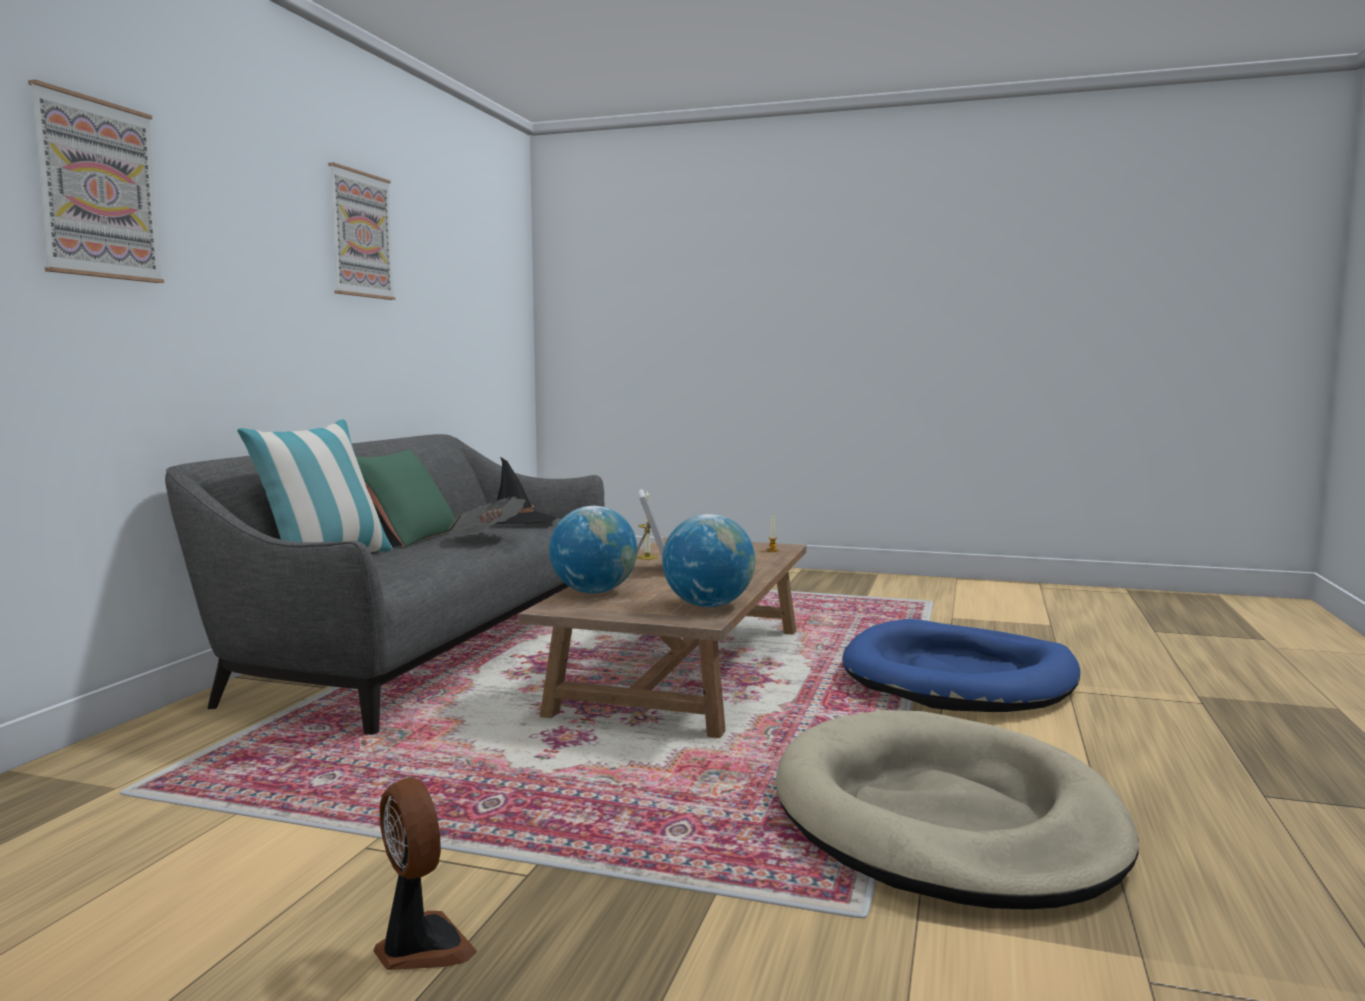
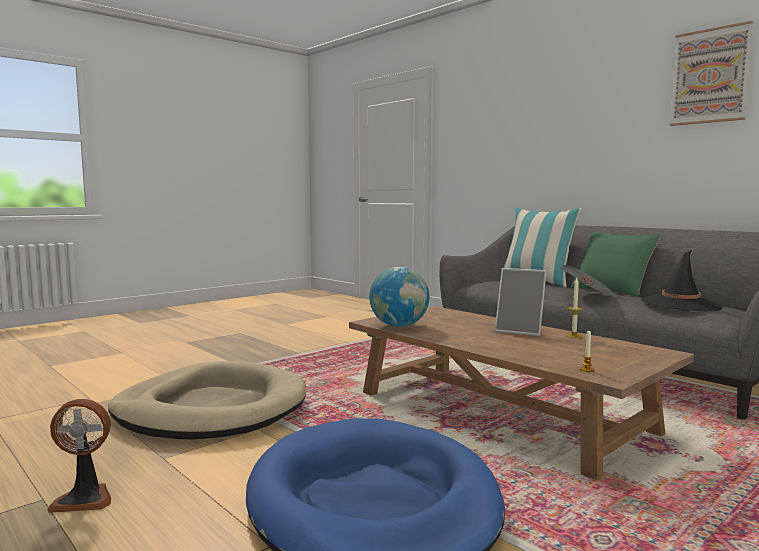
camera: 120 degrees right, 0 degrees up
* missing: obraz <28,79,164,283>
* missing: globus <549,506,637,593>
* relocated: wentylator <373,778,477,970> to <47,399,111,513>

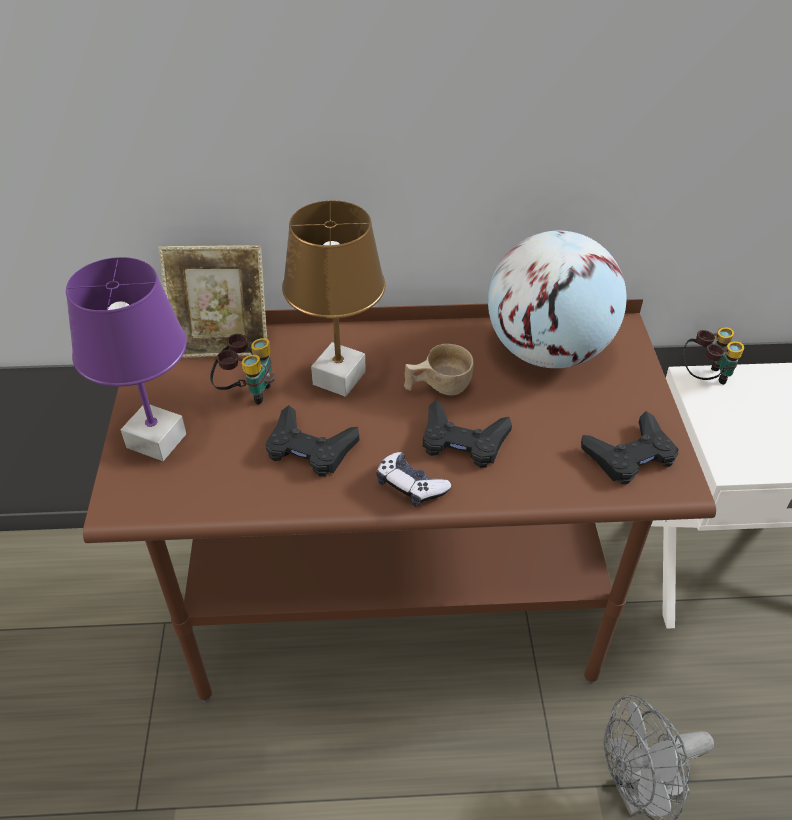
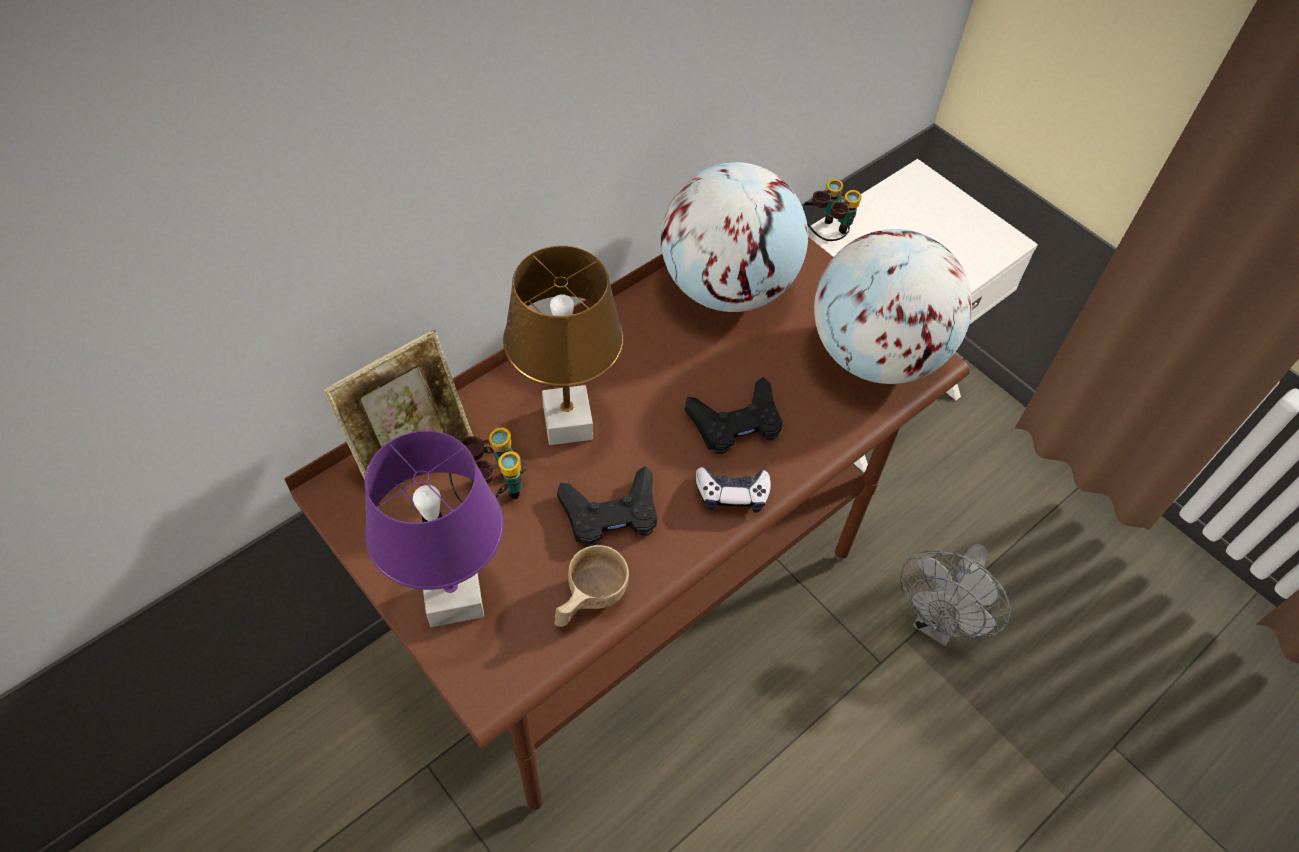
camera: 40 degrees left, 10 degrees up
* relocated: filiżanka [beżowy] <404,344,474,395> to <554,545,629,627>
* exchanged: pad do gier [czarny] <581,411,679,484> to globus <814,229,972,384>

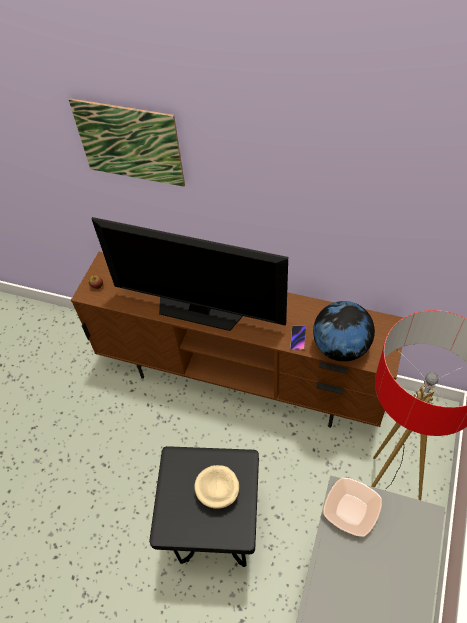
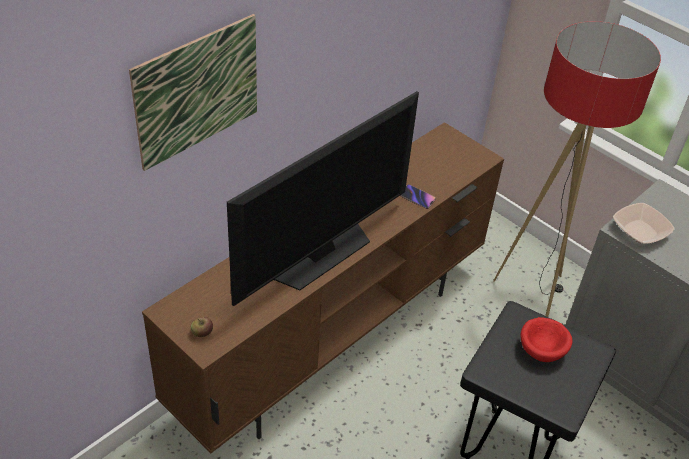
camera: 70 degrees left, 10 degrees down
* missing: globus <313,301,375,362>
* colour: miska [beżowy] <194,465,239,509> to miska [czerwony] <520,317,572,362>

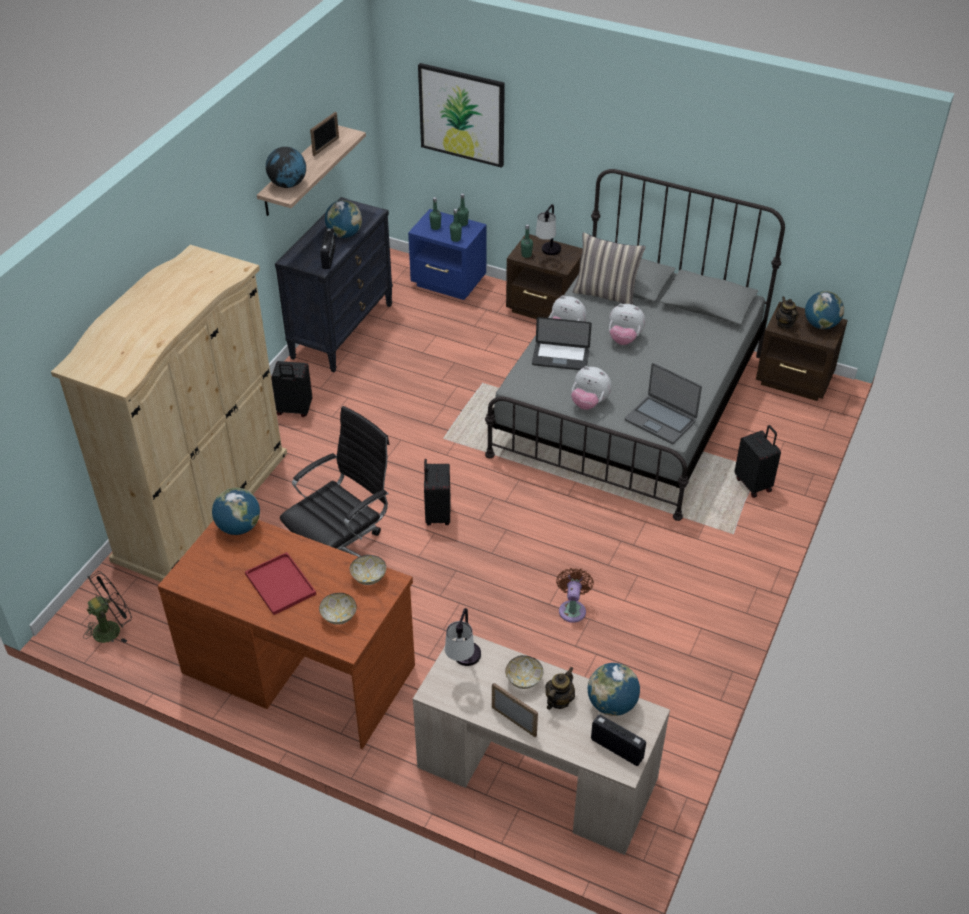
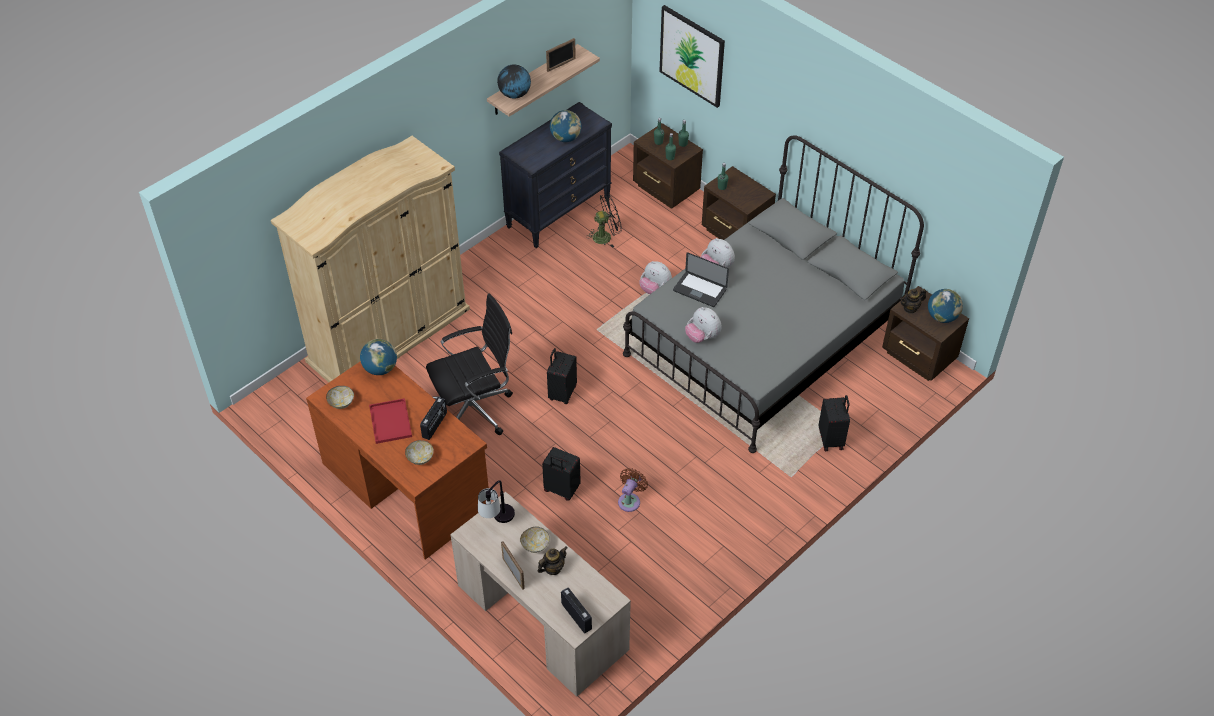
camera: 20 degrees right, 5 degrees up
* missing: lampa stołowa <536,204,561,255>
* missing: poduszka <573,232,646,305>
* missing: globus <588,663,640,716>
* missing: laptop <625,363,702,444>
* relocated: wentylator [czarny] <83,571,132,643> to <587,194,622,248>
* relocated: walizka [czarny] <271,361,312,417> to <542,447,581,501>
* relocated: radio <320,228,336,269> to <420,397,447,440>
* relocated: miska <350,555,386,585> to <326,386,354,409>
* relocated: pluszak <609,304,645,345> to <639,261,672,294>
* colour: szafka nocna [niebieski] <408,209,486,300> to szafka nocna [brązowy] <633,123,703,209>
* spun: imbryk <775,297,799,329> = <900,289,926,313> 120 degrees counterclockwise

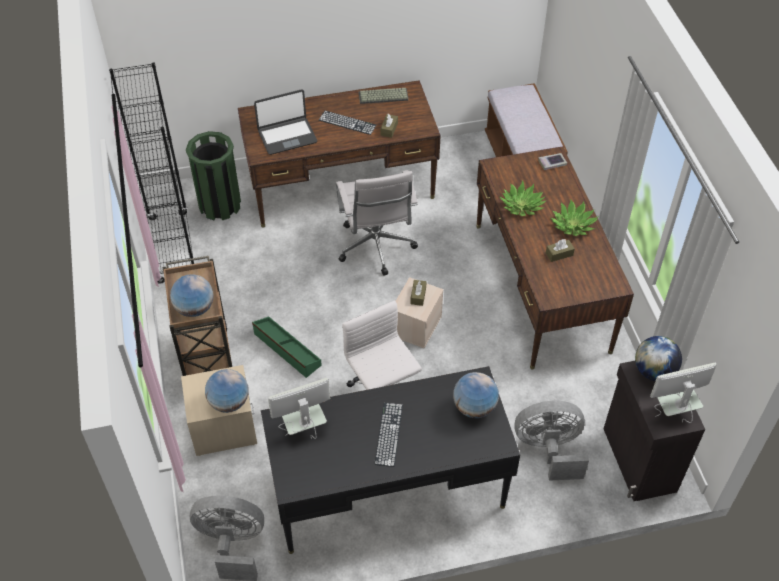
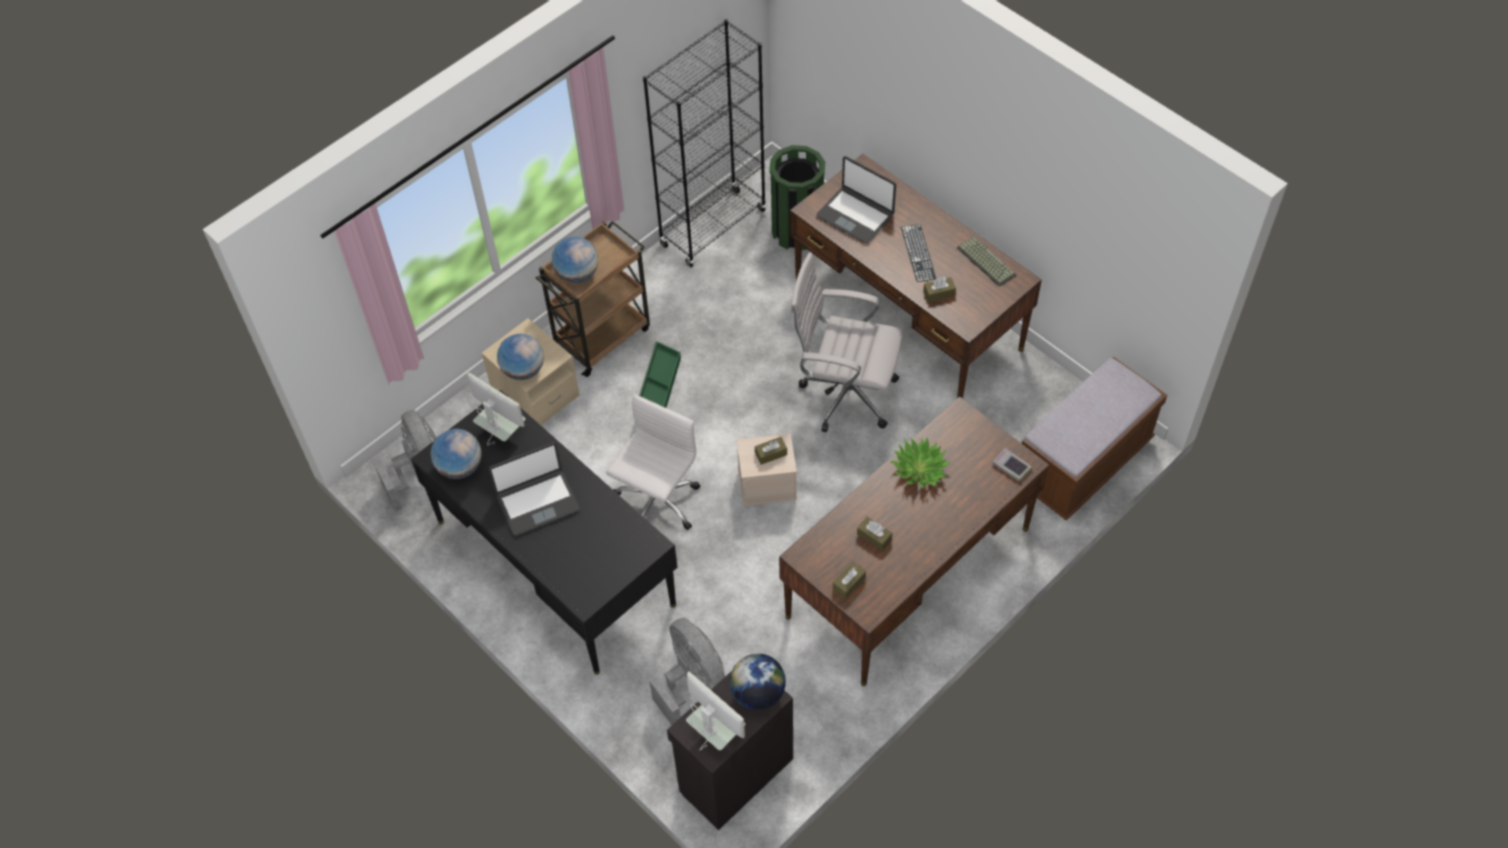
camera: 60 degrees right, 5 degrees up
* missing: roślina doniczkowa <551,200,599,236>
* appeared: pudełko chusteczek [brązowy] <833,562,866,599>
* relocated: globus <453,372,499,418> to <431,429,482,479>
* exchanged: klawiatura <374,403,403,467> to laptop <489,442,580,536>
* spun: krzesło biurowe [biały] <336,170,418,276> = <790,252,903,432> 60 degrees clockwise

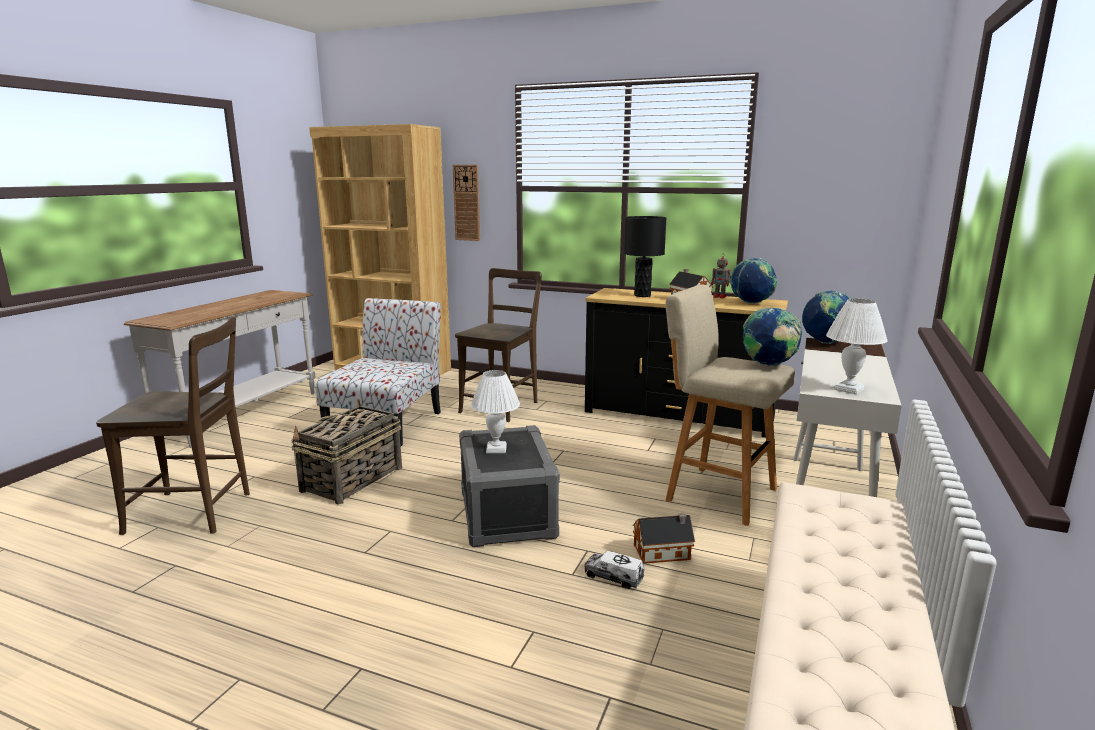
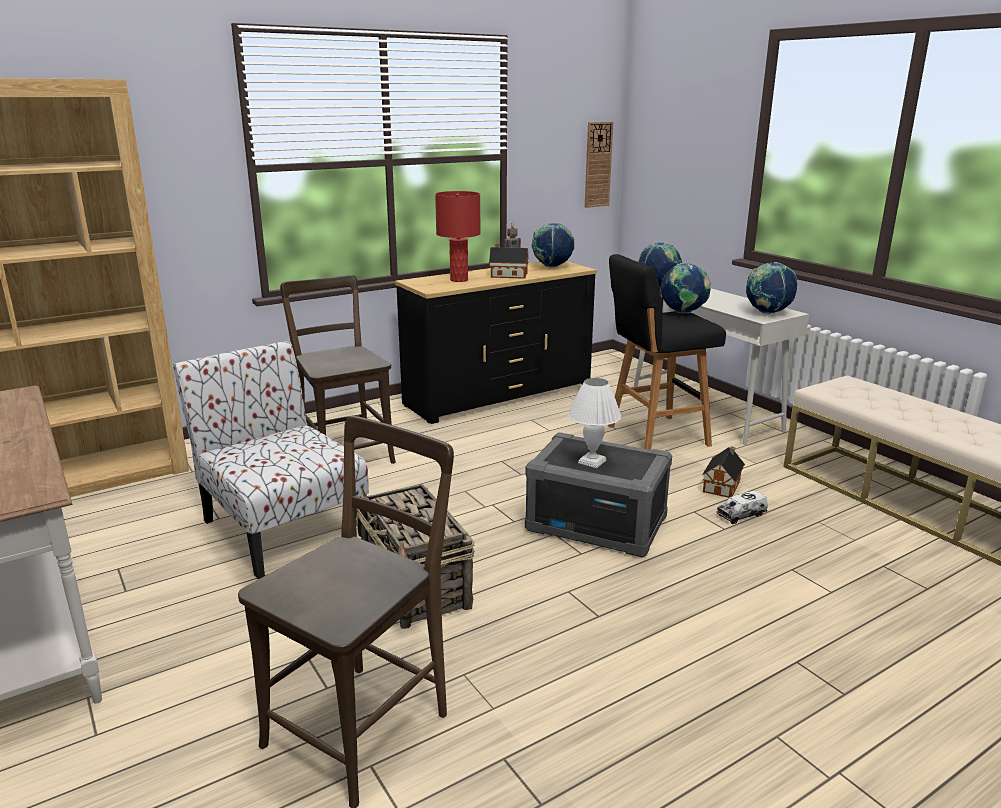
camera: 55 degrees left, 5 degrees up
* relocated: zegar ścienny <452,165,480,241> to <585,122,614,208>
* exchanged: lampa stołowa [biały] <826,299,887,395> to globus <746,262,797,314>
* colour: lampa stołowa [czarny] <624,216,666,297> to lampa stołowa [czerwony] <435,191,481,282>
* colour: stołek [beżowy] <665,284,795,526> to stołek [czarny] <608,254,726,450>

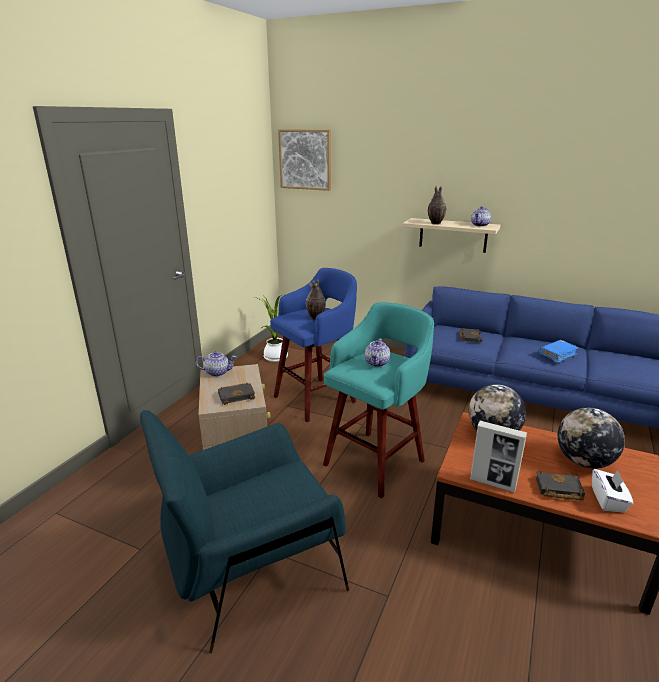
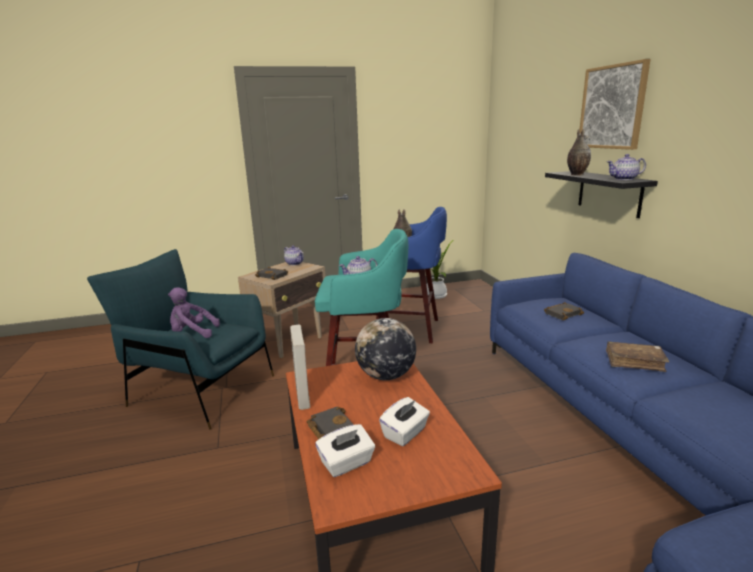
camera: 50 degrees right, 5 degrees down
* appeared: pluszak [fioletowy] <168,287,220,338>
* relocated: obraz <278,130,331,191> to <579,59,651,150>
* exchanged: globus <558,408,625,469> to pudełko chusteczek [biały] <379,397,430,446>
* colour: półka [beżowy] <403,218,501,253> to półka [czarny] <545,171,658,218>
* colour: książka [niebieski] <539,340,579,363> to książka [brązowy] <606,341,669,372>

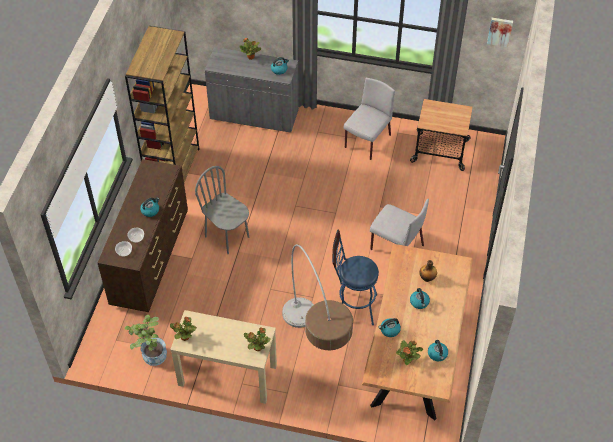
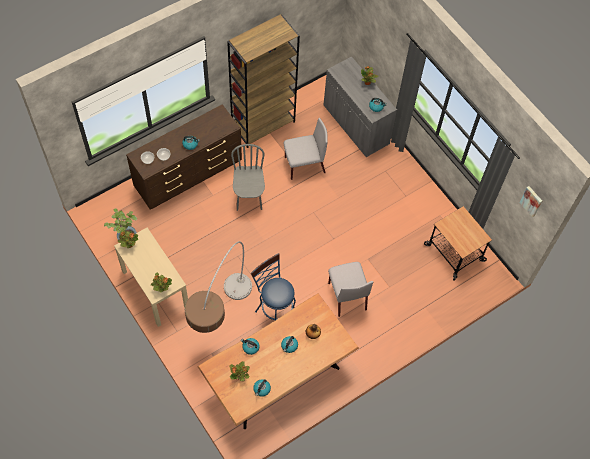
camera: 40 degrees right, 10 degrees up
* relocated: krzesło [szary] <343,78,395,160> to <283,118,328,180>

